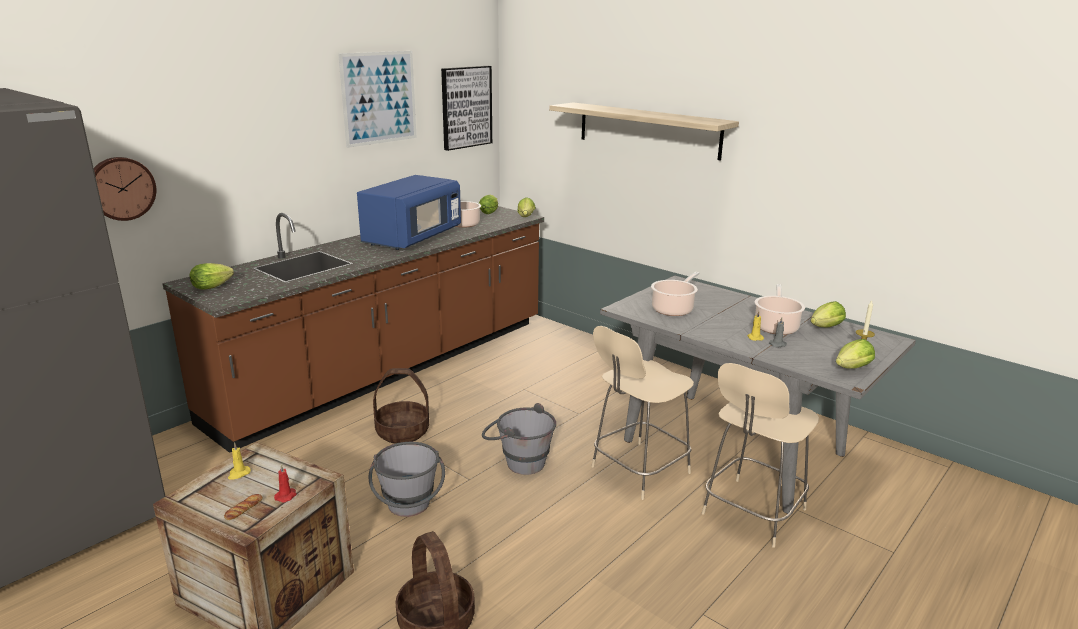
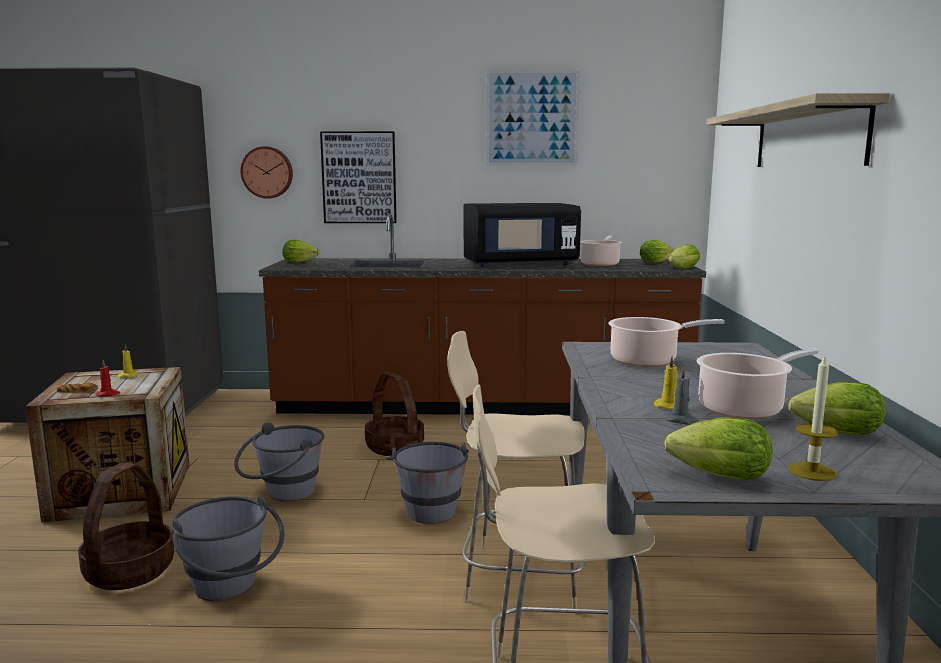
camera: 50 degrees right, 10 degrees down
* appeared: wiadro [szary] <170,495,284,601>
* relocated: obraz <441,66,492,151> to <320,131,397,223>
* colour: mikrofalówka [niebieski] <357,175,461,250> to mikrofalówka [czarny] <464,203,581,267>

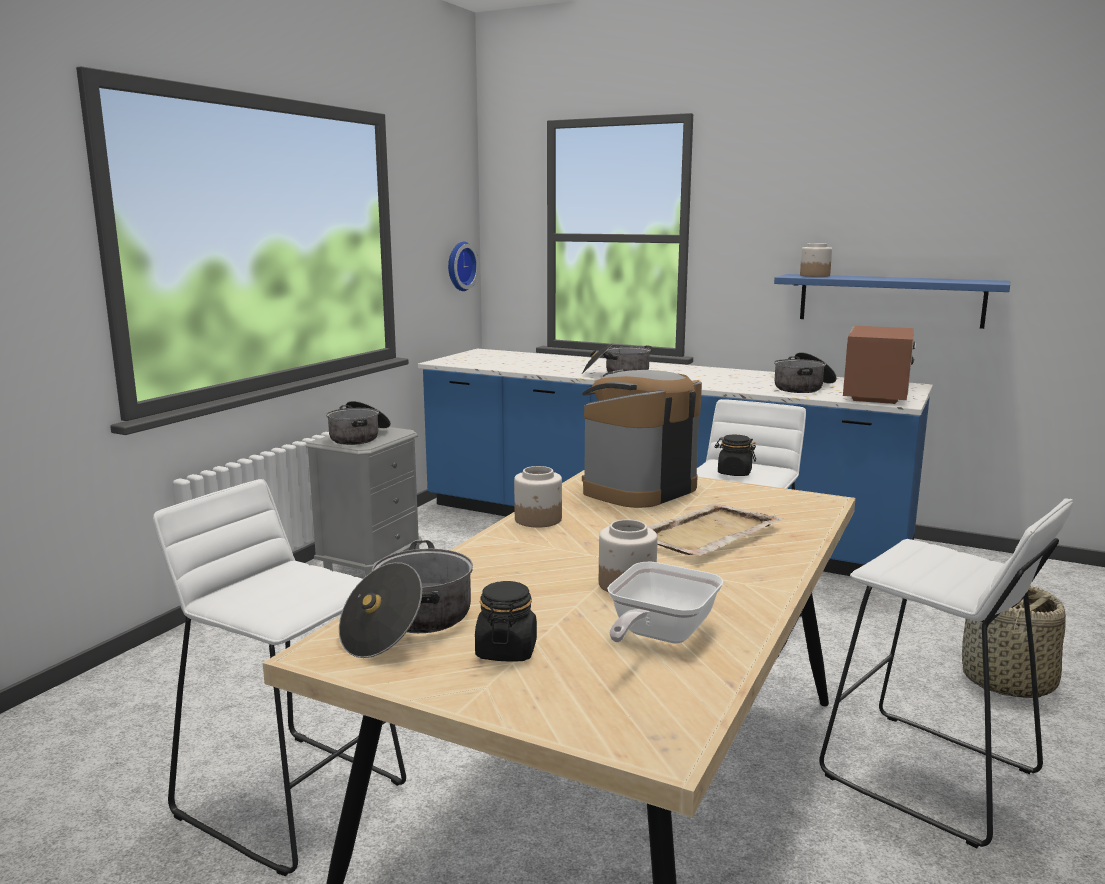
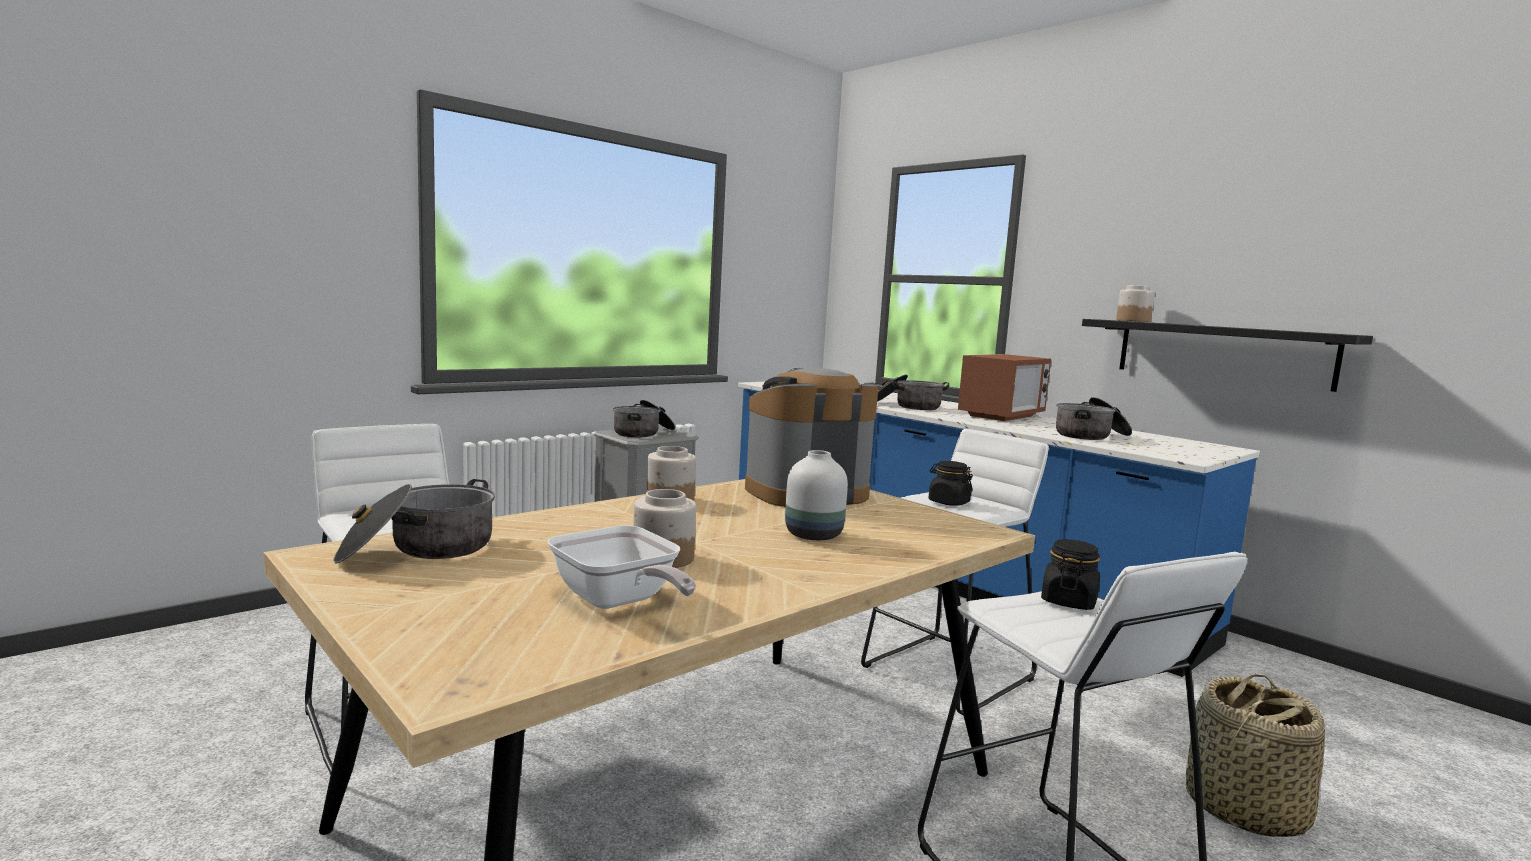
camera: 20 degrees right, 5 degrees down
* missing: zegar ścienny <448,242,479,291>
* relocated: słoik [czarny] <475,581,537,662> to <1041,539,1100,610>
* relocated: mikrofalówka <843,326,916,404> to <958,354,1051,421>
* exchanged: taca [beżowy] <648,503,784,556> to wazon [biały] <785,450,848,540>
* colour: półka [niebieski] <774,274,1010,329> to półka [czarny] <1082,319,1373,392>
* spun: patelnia <607,562,723,644> = <547,525,696,609> 90 degrees counterclockwise

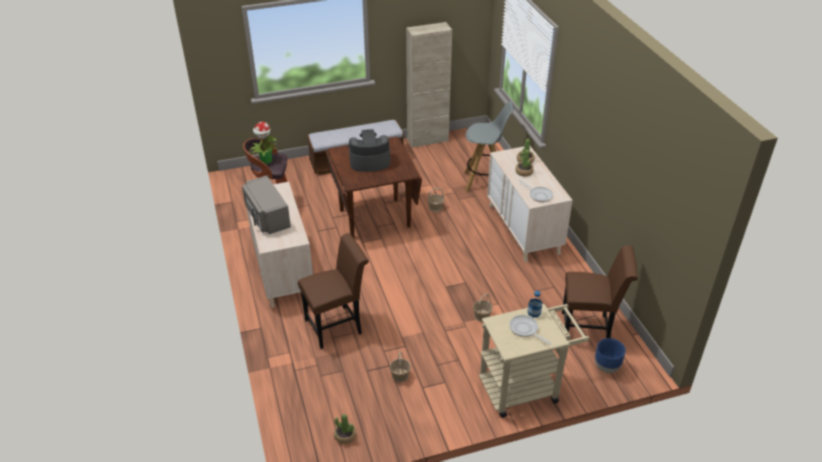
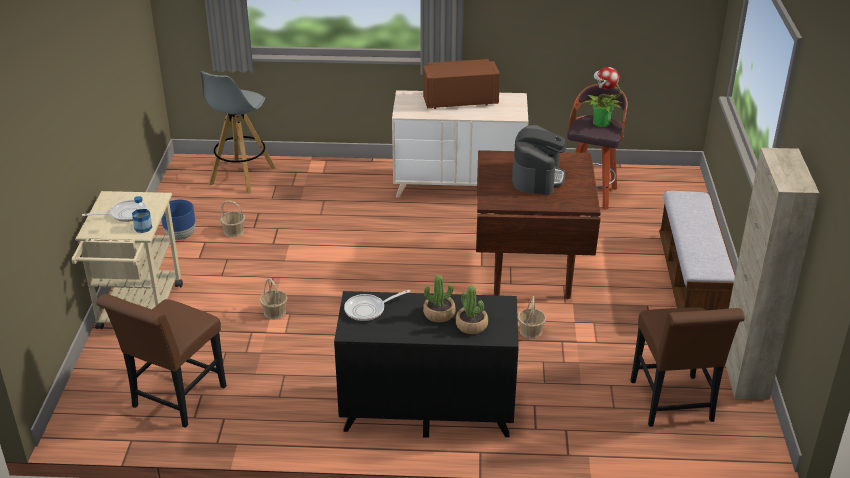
camera: 110 degrees right, 5 degrees down
* missing: roślina doniczkowa <334,414,356,444>
* relocated: krzesło [brązowy] <298,233,369,349> to <630,307,745,427>
* relocated: stołek [szary] <464,101,514,192> to <200,71,276,194>
* relocated: donica [niebieski] <595,338,626,373> to <161,199,196,240>
* colour: mikrofalówka [szary] <242,175,291,234> to mikrofalówka [brązowy] <423,59,500,109>
* colour: komoda [beżowy] <487,146,573,262> to komoda [czarny] <334,291,519,438>

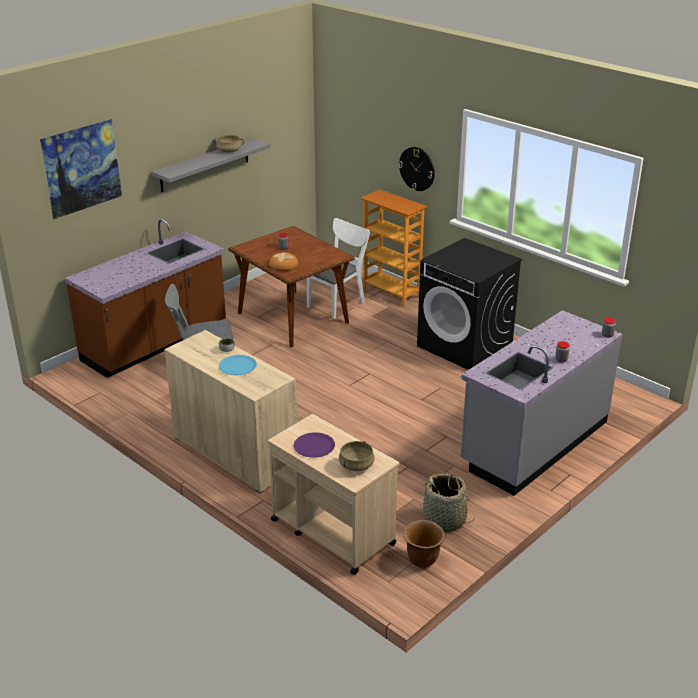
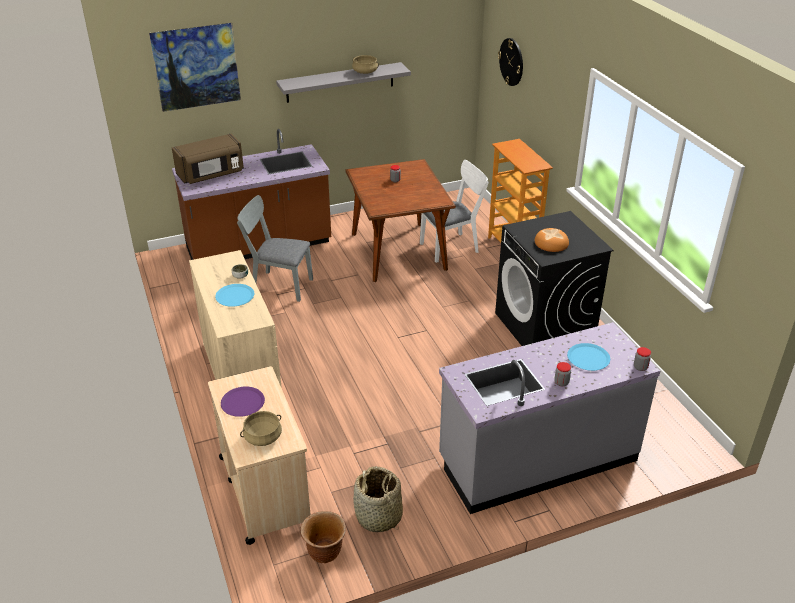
camera: 25 degrees right, 5 degrees up
* appeared: mikrofalówka [brązowy] <172,133,244,184>
* appeared: talerz [niebieski] <567,343,610,371>
* relocated: chleb <269,252,298,271> to <535,228,569,252>
* relocated: zegar ścienny <398,147,435,191> to <498,38,523,86>

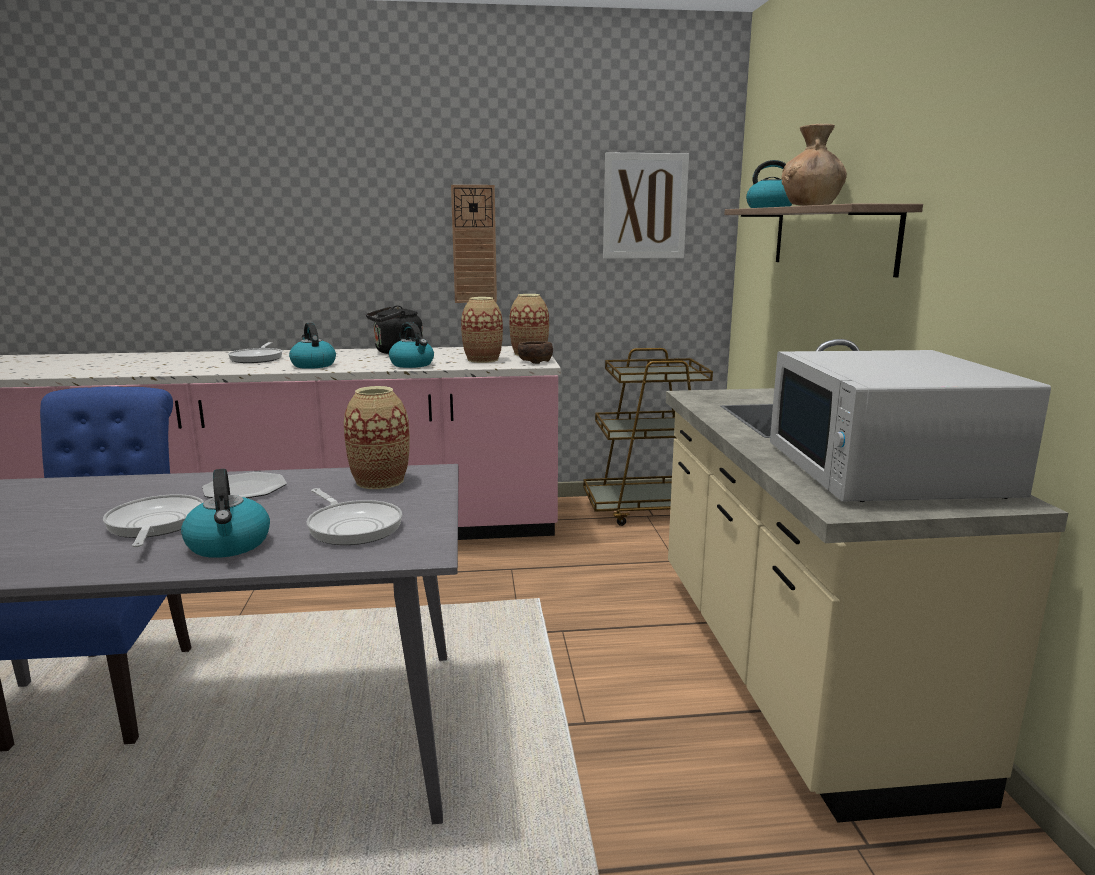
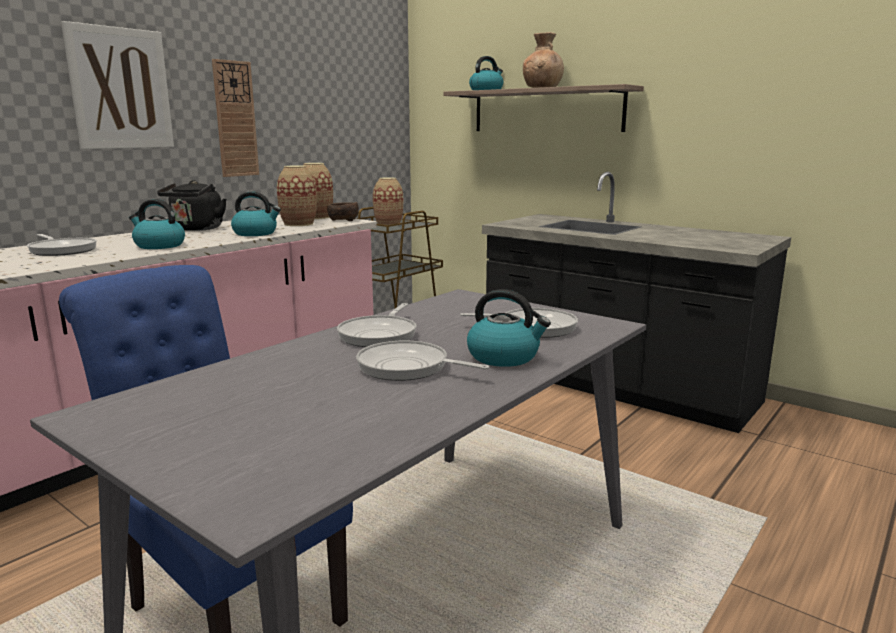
camera: 45 degrees left, 0 degrees up
* missing: mikrofalówka [biały] <770,350,1051,502>
* relocated: wazon <344,386,410,489> to <373,177,403,225>
* relocated: obraz <603,152,689,259> to <61,21,174,149>
* exchanged: talerz <202,472,287,498> to patelnia <337,303,416,347>
* colour: zabudowa kuchenna [beżowy] <666,339,1068,823> to zabudowa kuchenna [czarny] <482,172,791,433>

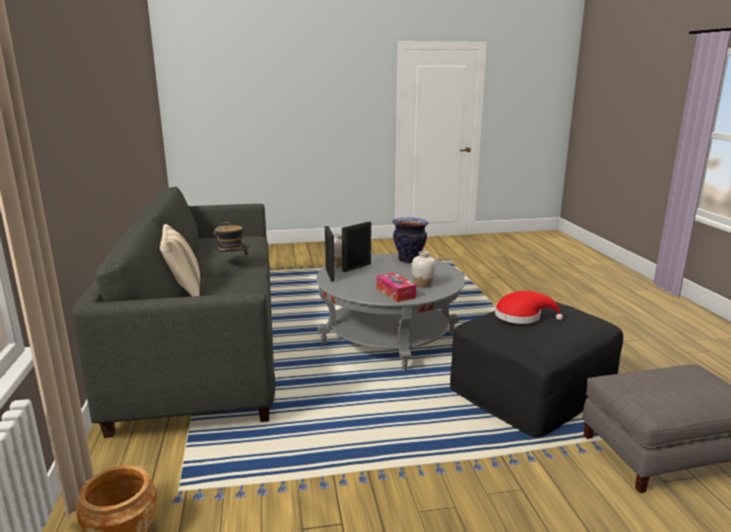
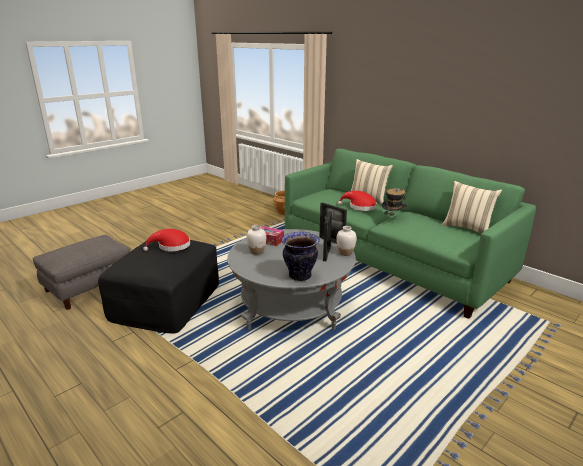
camera: 145 degrees right, 5 degrees up
* appeared: kapelusz [czerwony] <338,191,377,211>
* appeared: poduszka [beżowy] <442,181,502,234>
* colour: kanapa [szary] <72,187,276,438> to kanapa [zielony] <285,149,536,319>

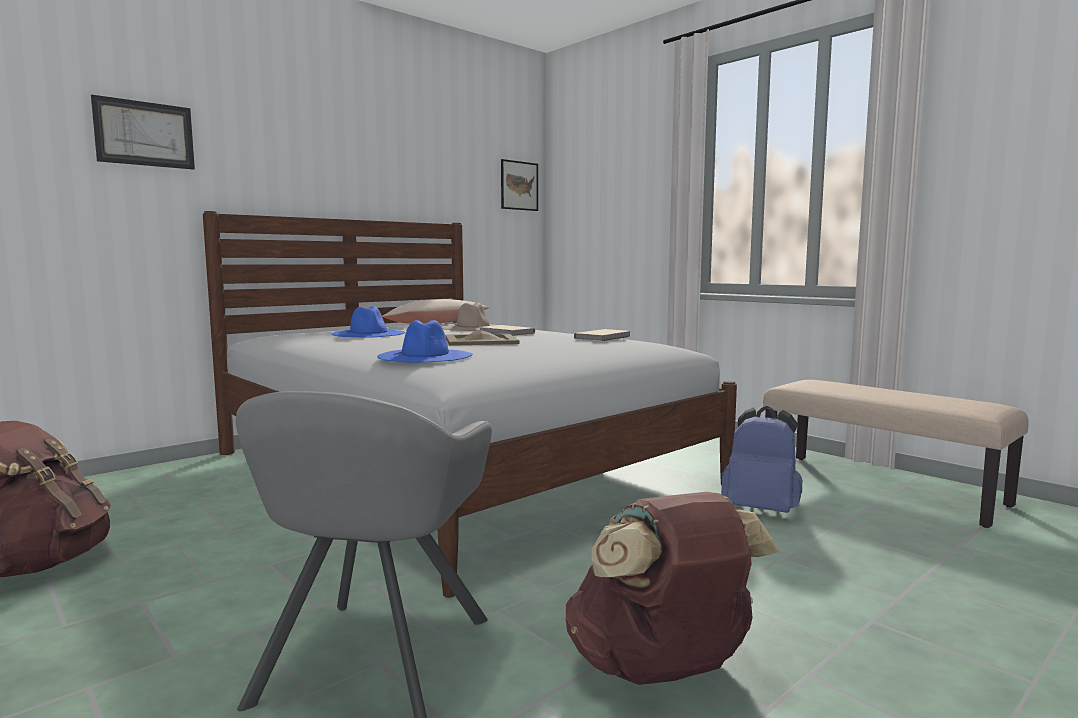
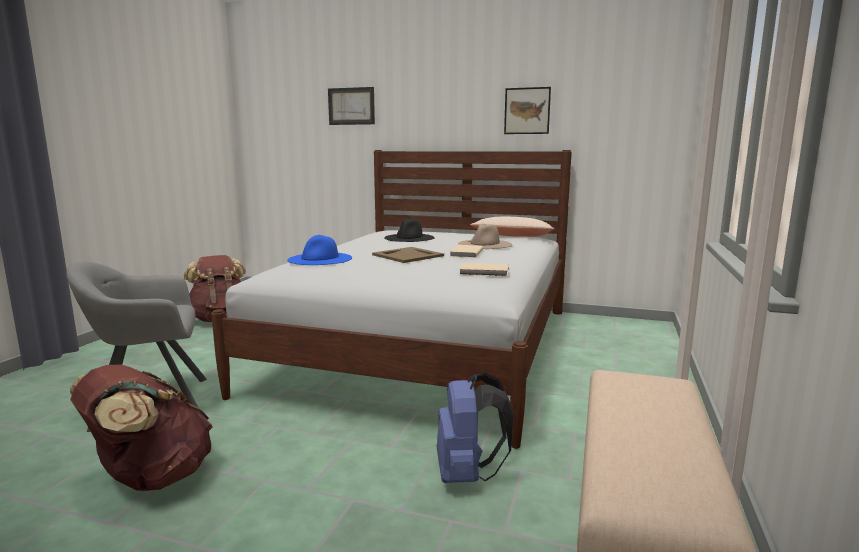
camera: 60 degrees right, 5 degrees up
* relocated: obraz <501,159,538,211> to <504,87,551,134>
* colour: kapelusz [niebieski] <331,306,405,338> to kapelusz [czarny] <384,218,435,242>

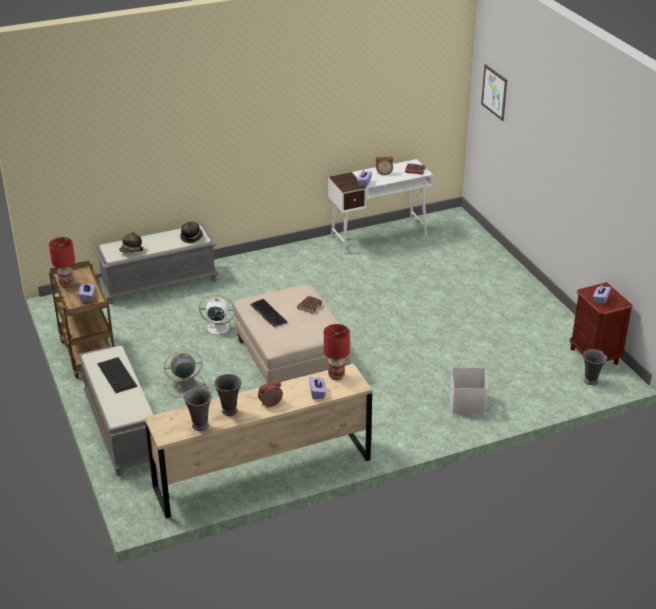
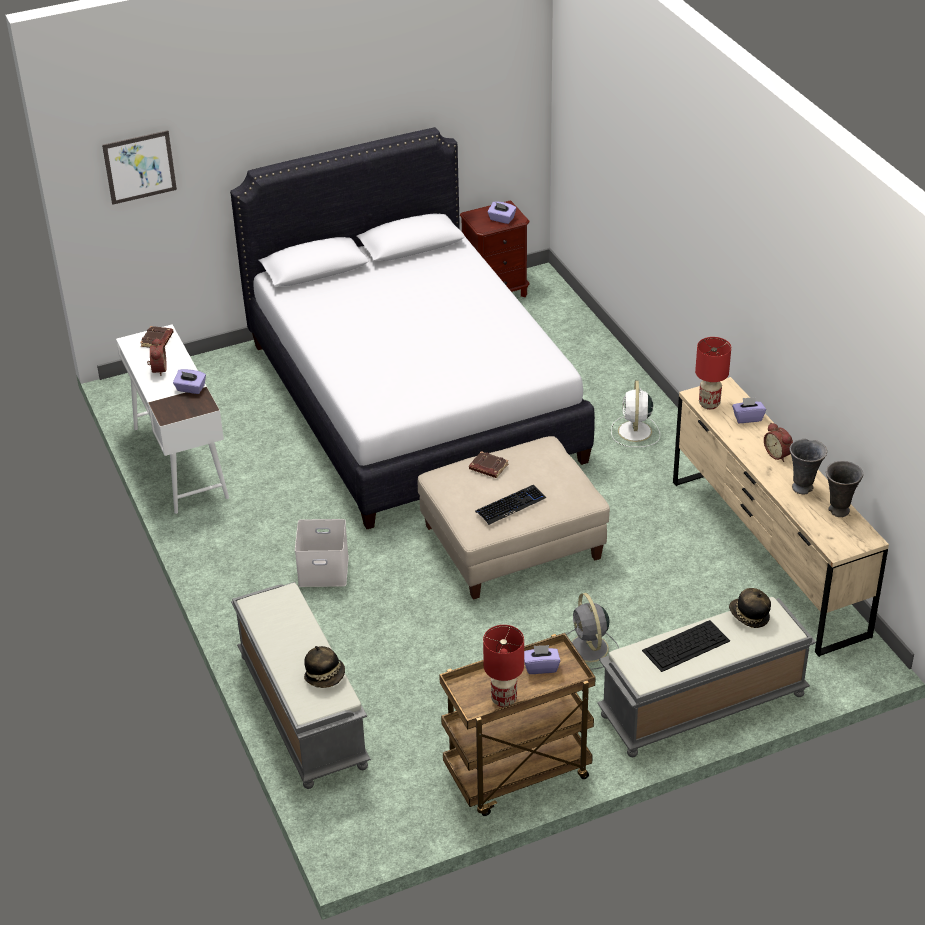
camera: 90 degrees left, 5 degrees up
* missing: wazon [szary] <583,349,607,385>
* appeared: łóżko [biały] <230,127,595,529>
* relocated: kapelusz <180,221,203,243> to <729,588,771,628>
* relocated: wentylator [biały] <199,294,236,338> to <611,381,660,447>
* relocated: pojemnik do przechowywania [biały] <450,367,488,415> to <295,519,349,587>

